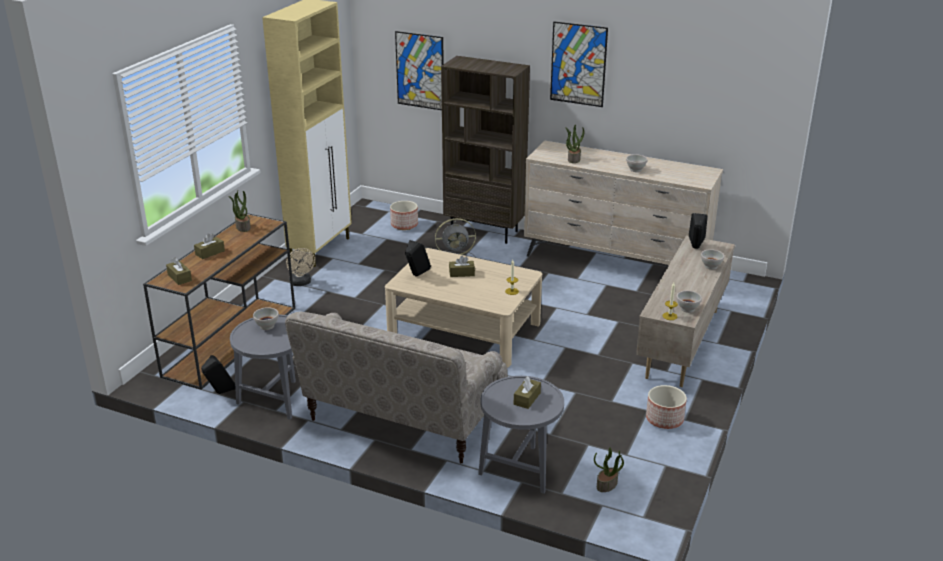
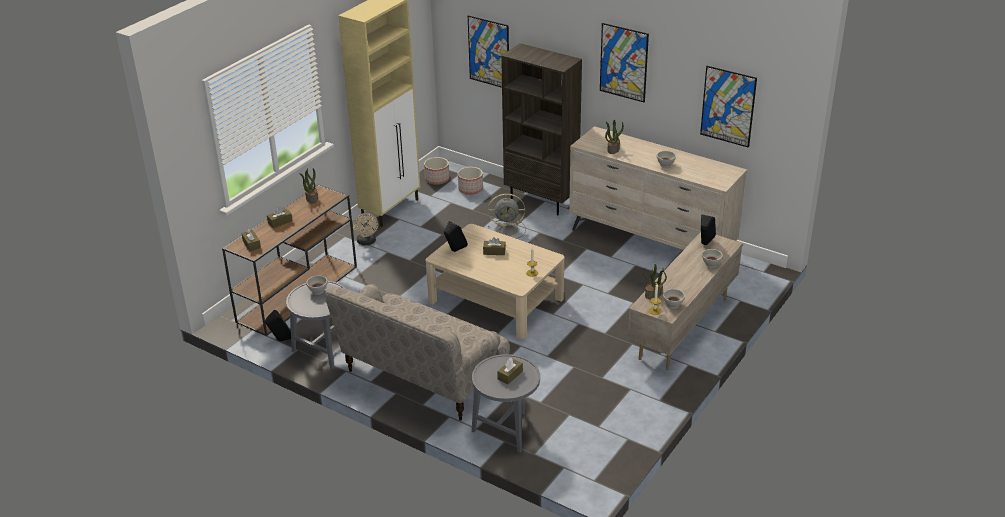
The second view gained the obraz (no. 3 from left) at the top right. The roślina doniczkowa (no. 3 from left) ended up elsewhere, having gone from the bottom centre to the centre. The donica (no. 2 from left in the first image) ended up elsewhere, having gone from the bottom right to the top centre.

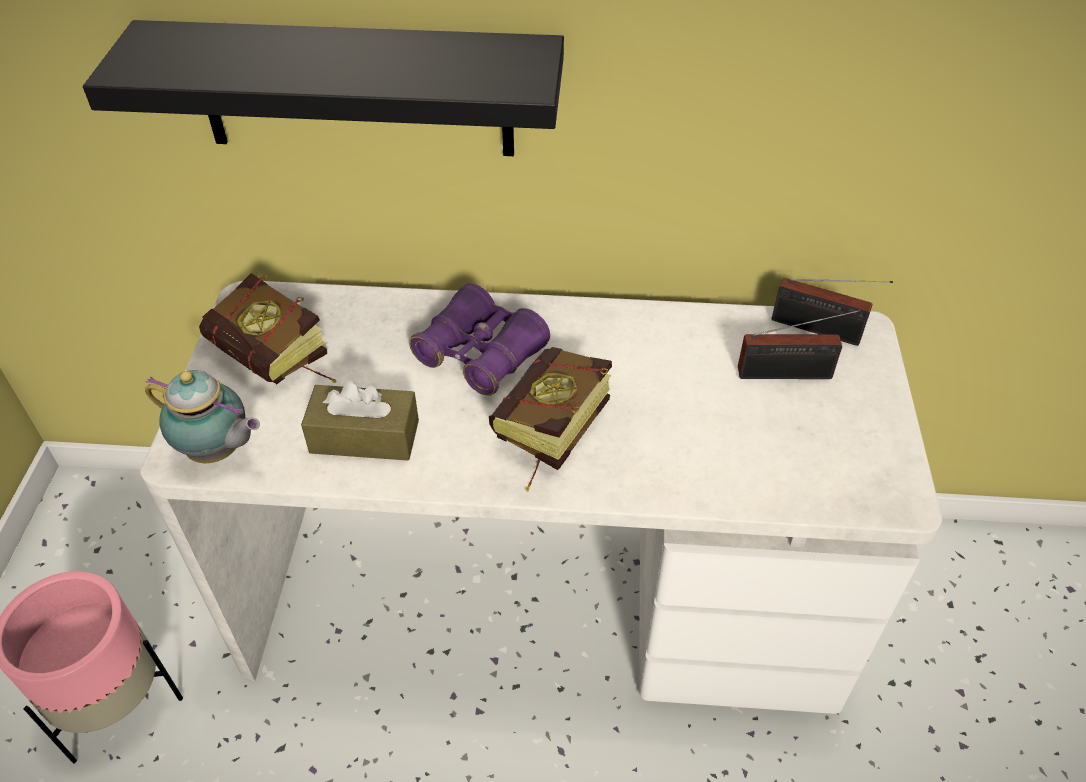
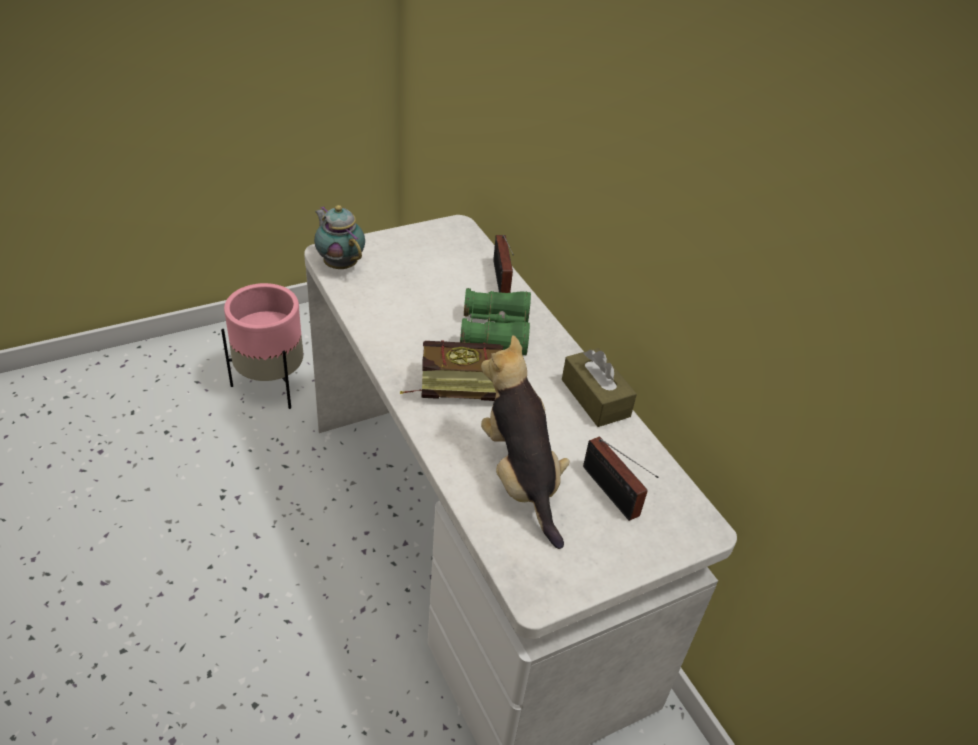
The second view lost the półka (czarny) at the top left. The second view lost the książka (no. 1 from left) at the middle left. The second view gained the pluszak at the centre. The pudełko chusteczek (brązowy) ended up elsewhere, having gone from the middle left to the centre. The radio (no. 2 from left in the first image) ended up elsewhere, having gone from the middle right to the centre. What was the lornetka (fioletowy) at the centre turned into the lornetka (zielony) at the centre. The imbryk at the middle left ended up facing another way, 150 degrees clockwise from before.

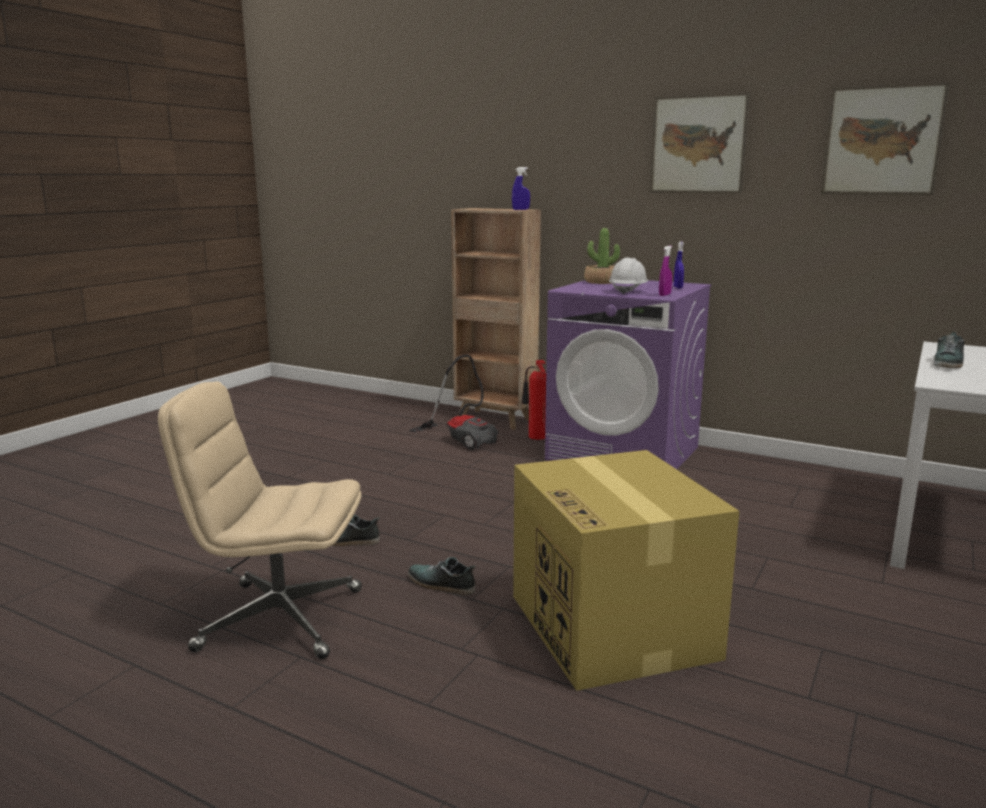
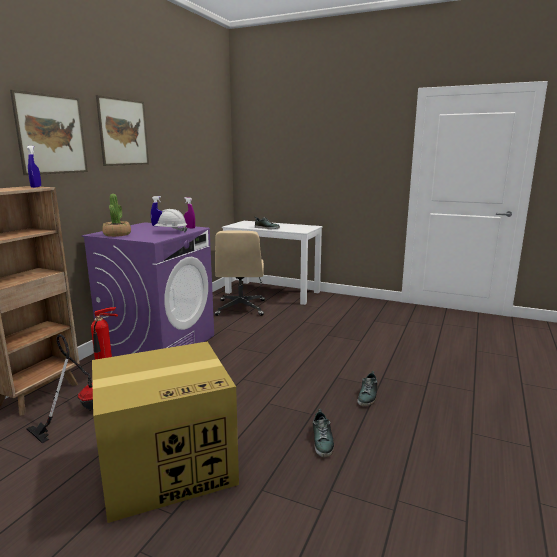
The krzesło biurowe (beżowy) ended up elsewhere, having gone from the middle left to the centre. The karton ended up elsewhere, having gone from the bottom centre to the bottom left. The obraz (no. 2 from left in the first image) ended up elsewhere, having gone from the top right to the top left.

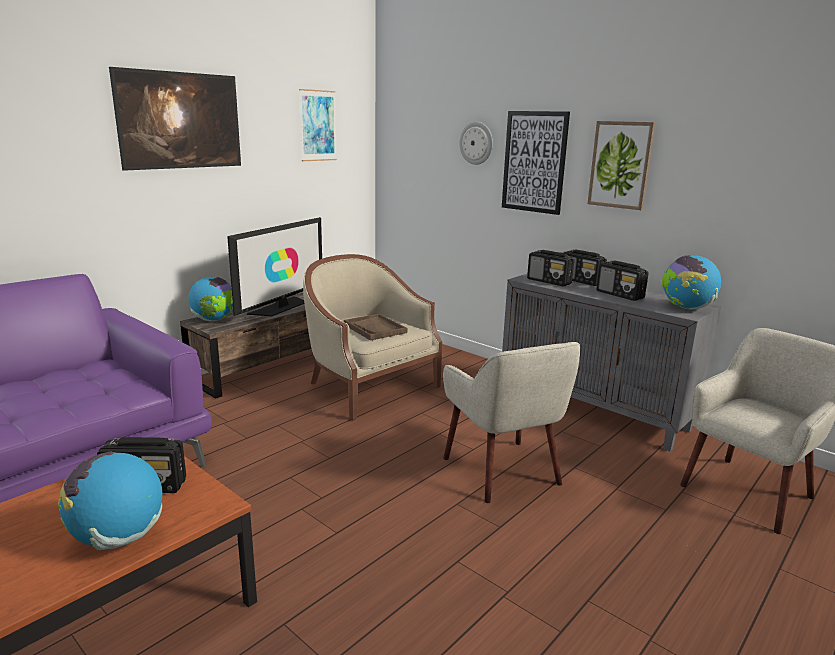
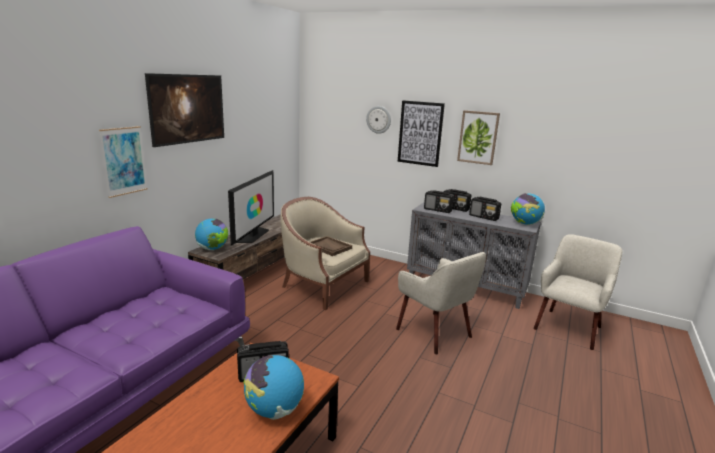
The obraz (no. 2 from left in the first image) ended up elsewhere, having gone from the top centre to the middle left.

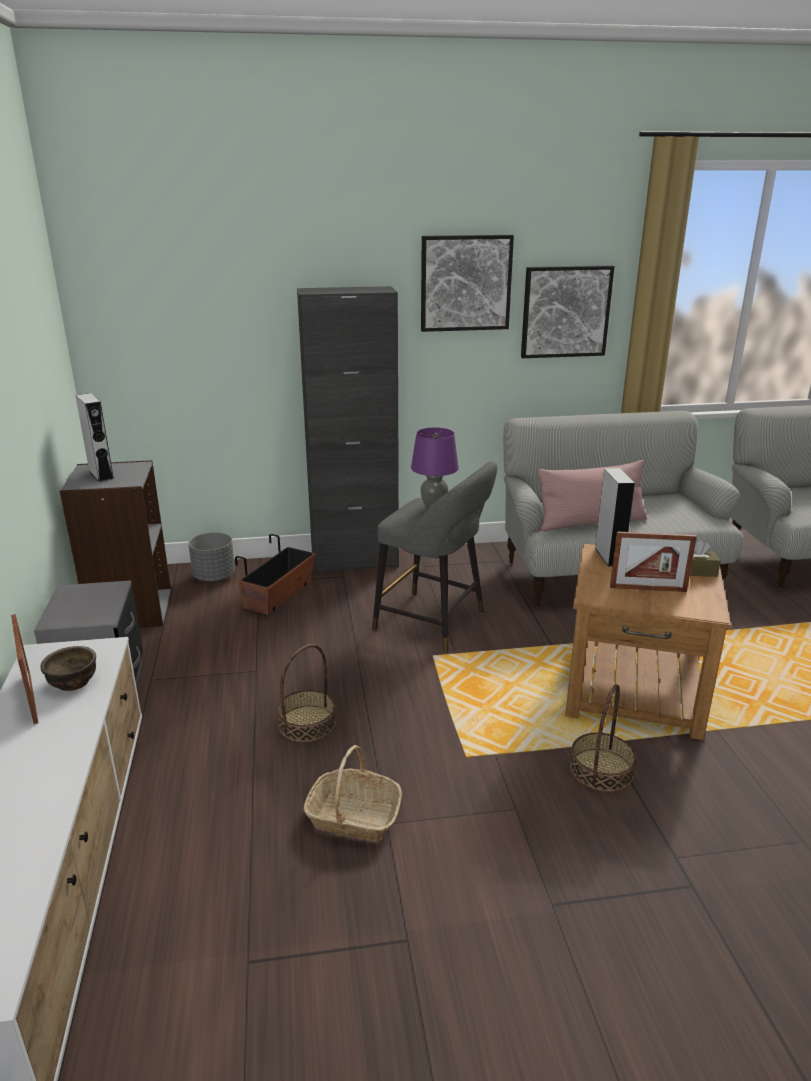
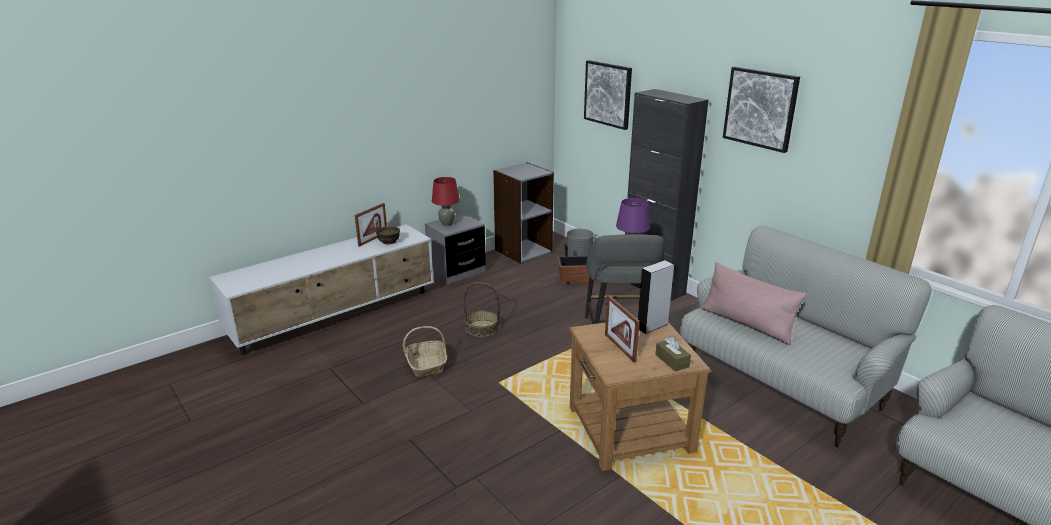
The second view lost the głośnik (szary) (no. 1 from left) at the middle left. The second view lost the koszyk (no. 3 from left) at the bottom right. The second view gained the lampa stołowa (czerwony) at the centre. The obraz (no. 2 from left in the first image) ended up elsewhere, having gone from the top right to the top centre.

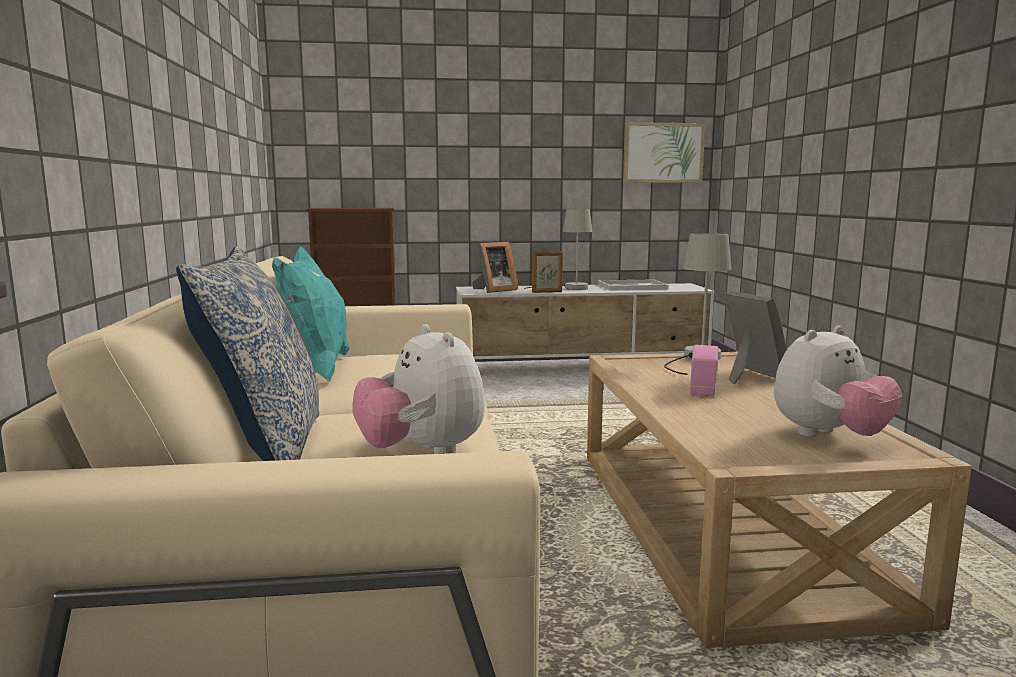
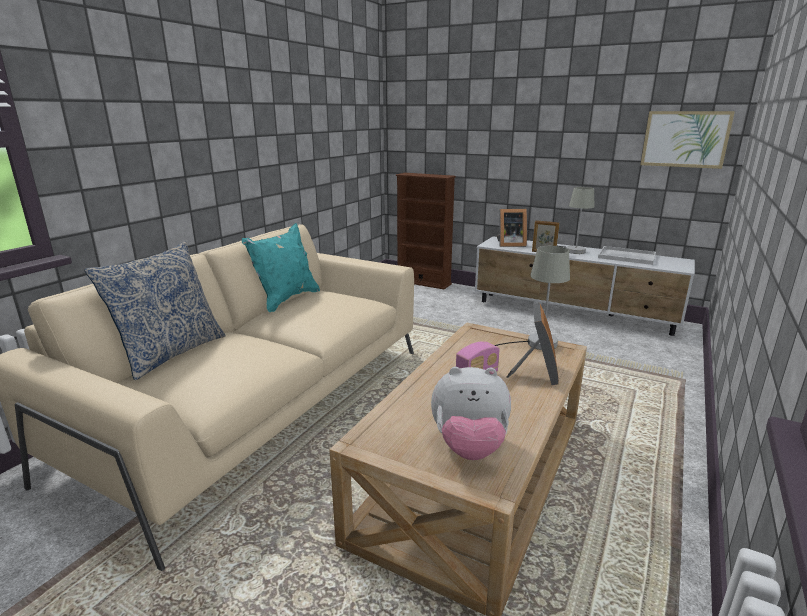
The second view lost the pluszak (no. 1 from left) at the centre.

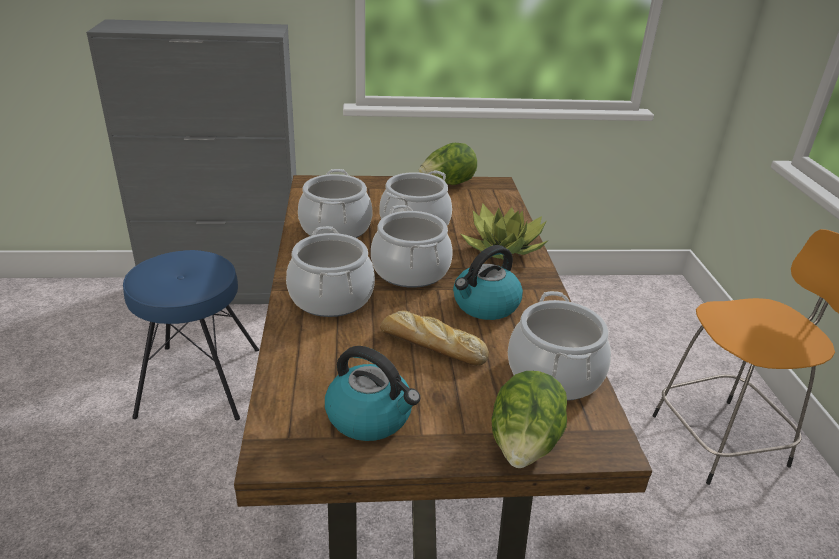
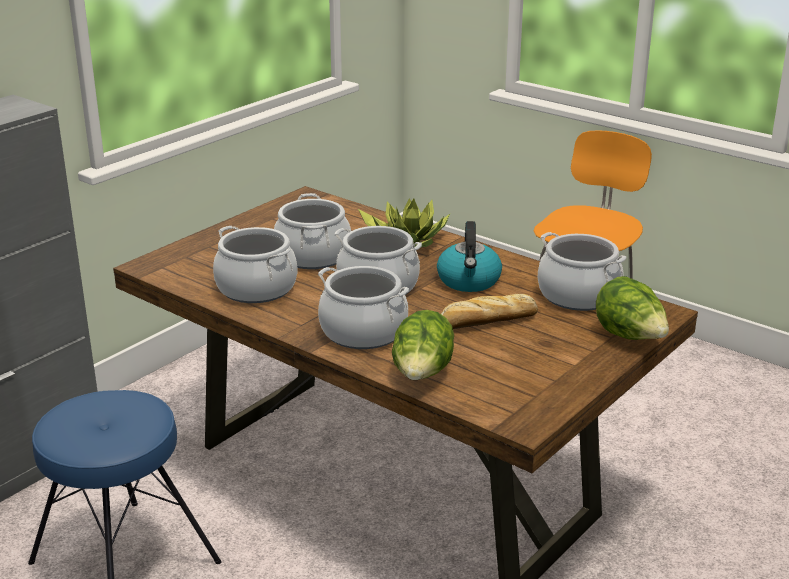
The second view lost the czajnik (no. 1 from left) at the bottom centre. The sałata (no. 1 from left) ended up elsewhere, having gone from the top centre to the centre.

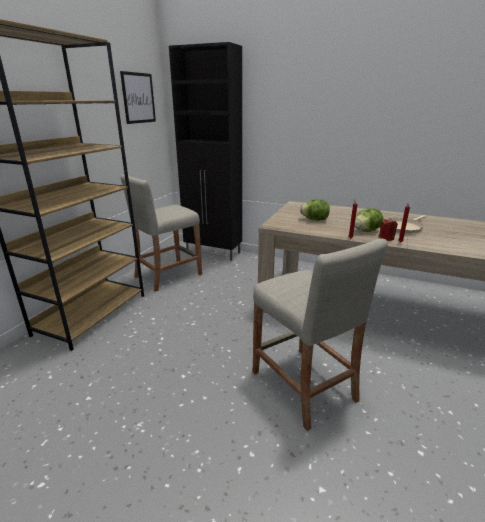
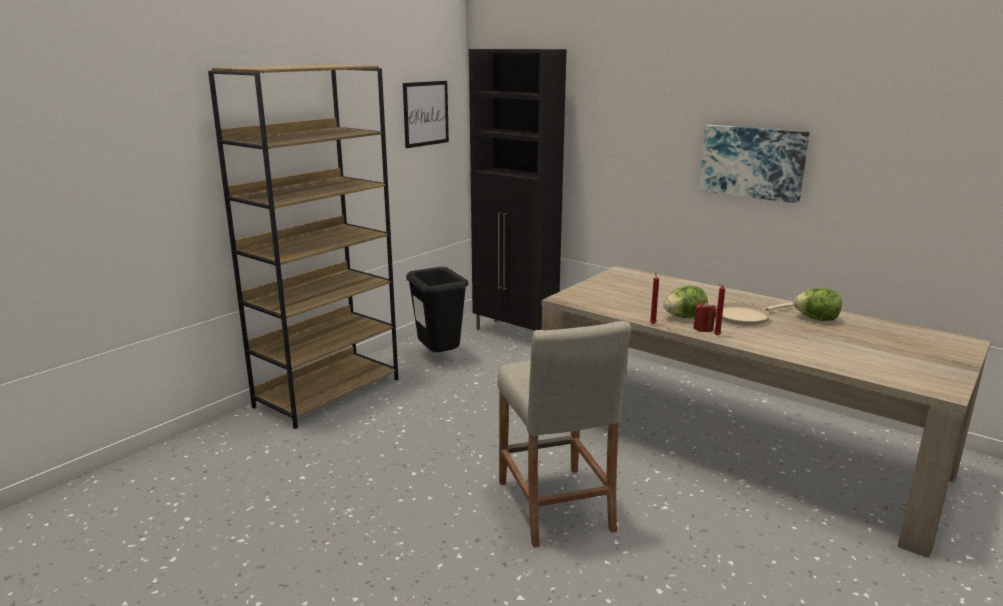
The second view gained the obraz (no. 2 from left) at the top right. The sałata (no. 1 from left in the first image) ended up elsewhere, having gone from the centre to the middle right. Where the stołek (beżowy) (no. 1 from left) stood at the middle left, the kosz na śmieci (czarny) came to stand at the centre.

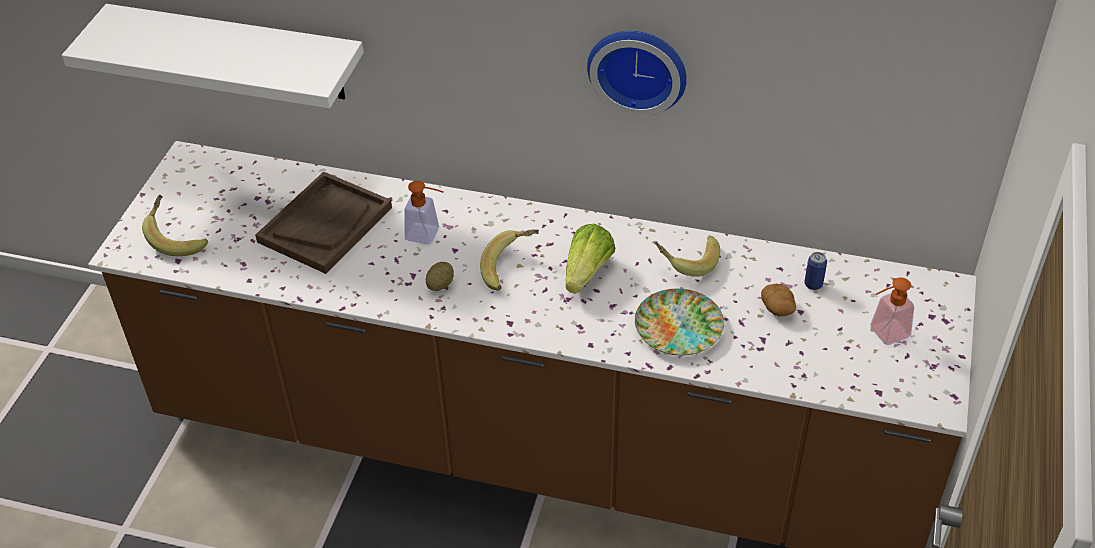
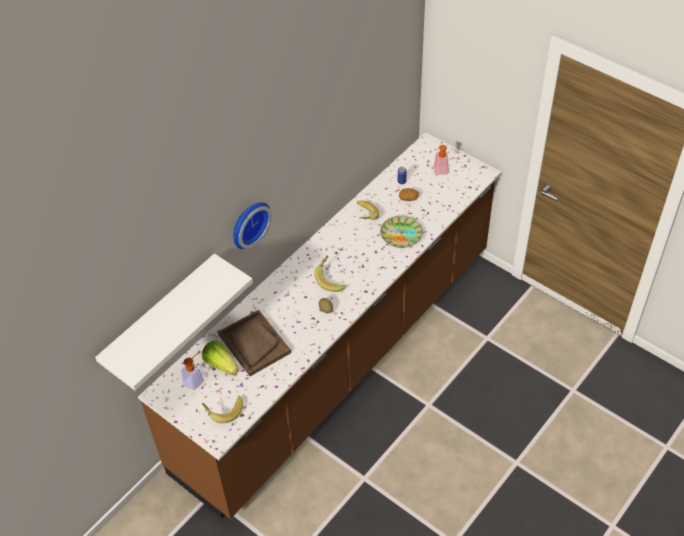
The dozownik mydła (no. 1 from left) ended up elsewhere, having gone from the centre to the bottom left. The sałata ended up elsewhere, having gone from the centre to the middle left. The zegar ścienny ended up elsewhere, having gone from the top centre to the centre.

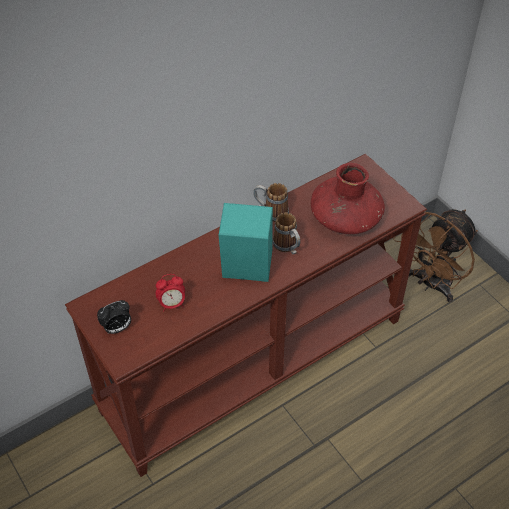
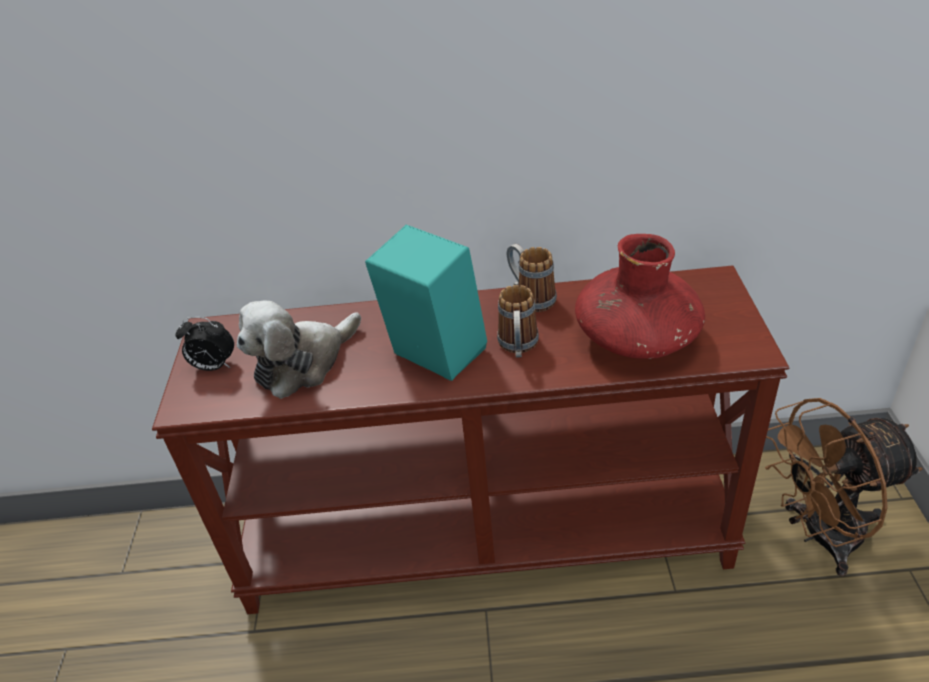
Where the budzik (no. 2 from left) stood at the centre, the pluszak came to stand at the middle left.

